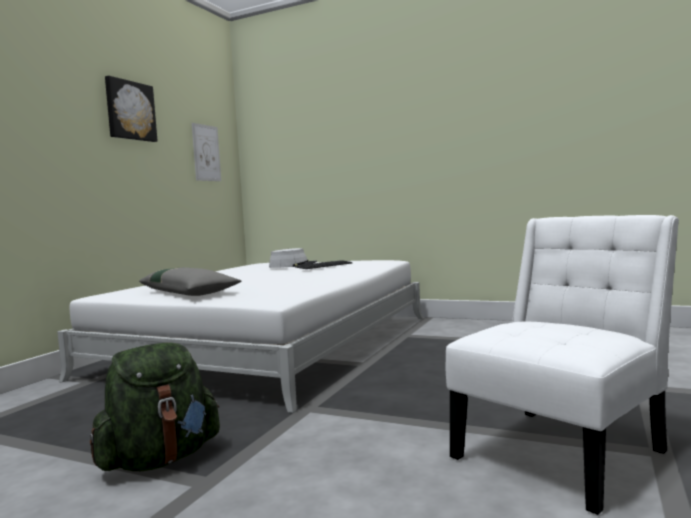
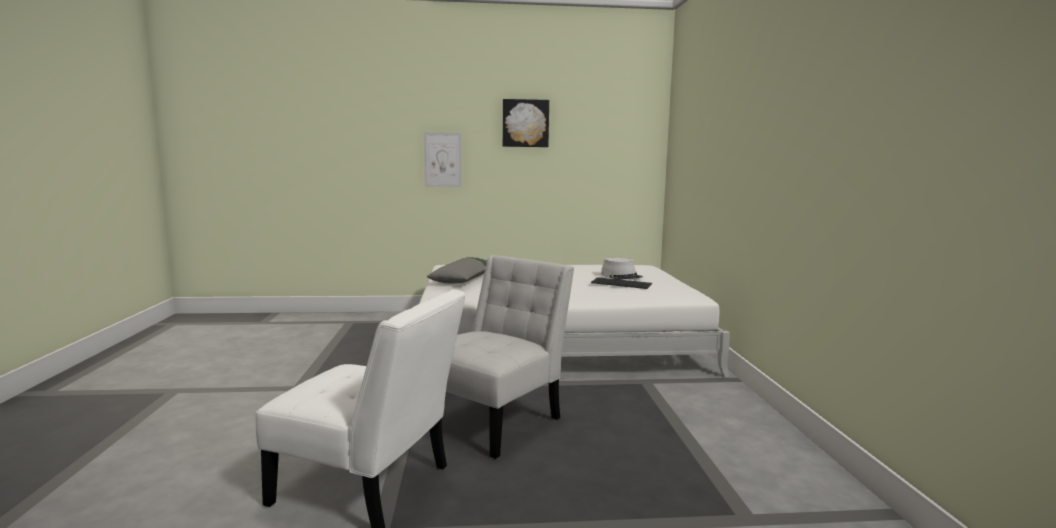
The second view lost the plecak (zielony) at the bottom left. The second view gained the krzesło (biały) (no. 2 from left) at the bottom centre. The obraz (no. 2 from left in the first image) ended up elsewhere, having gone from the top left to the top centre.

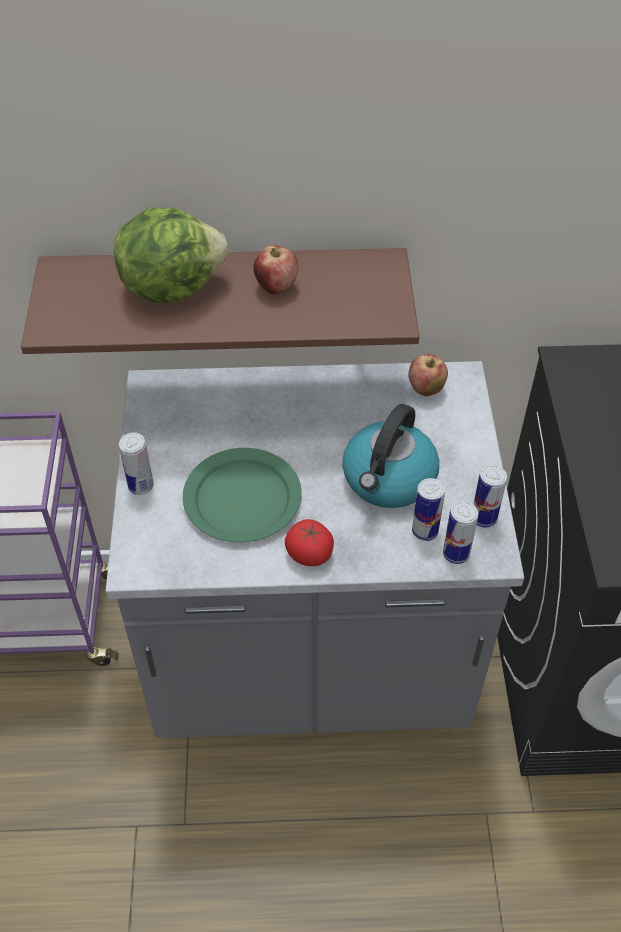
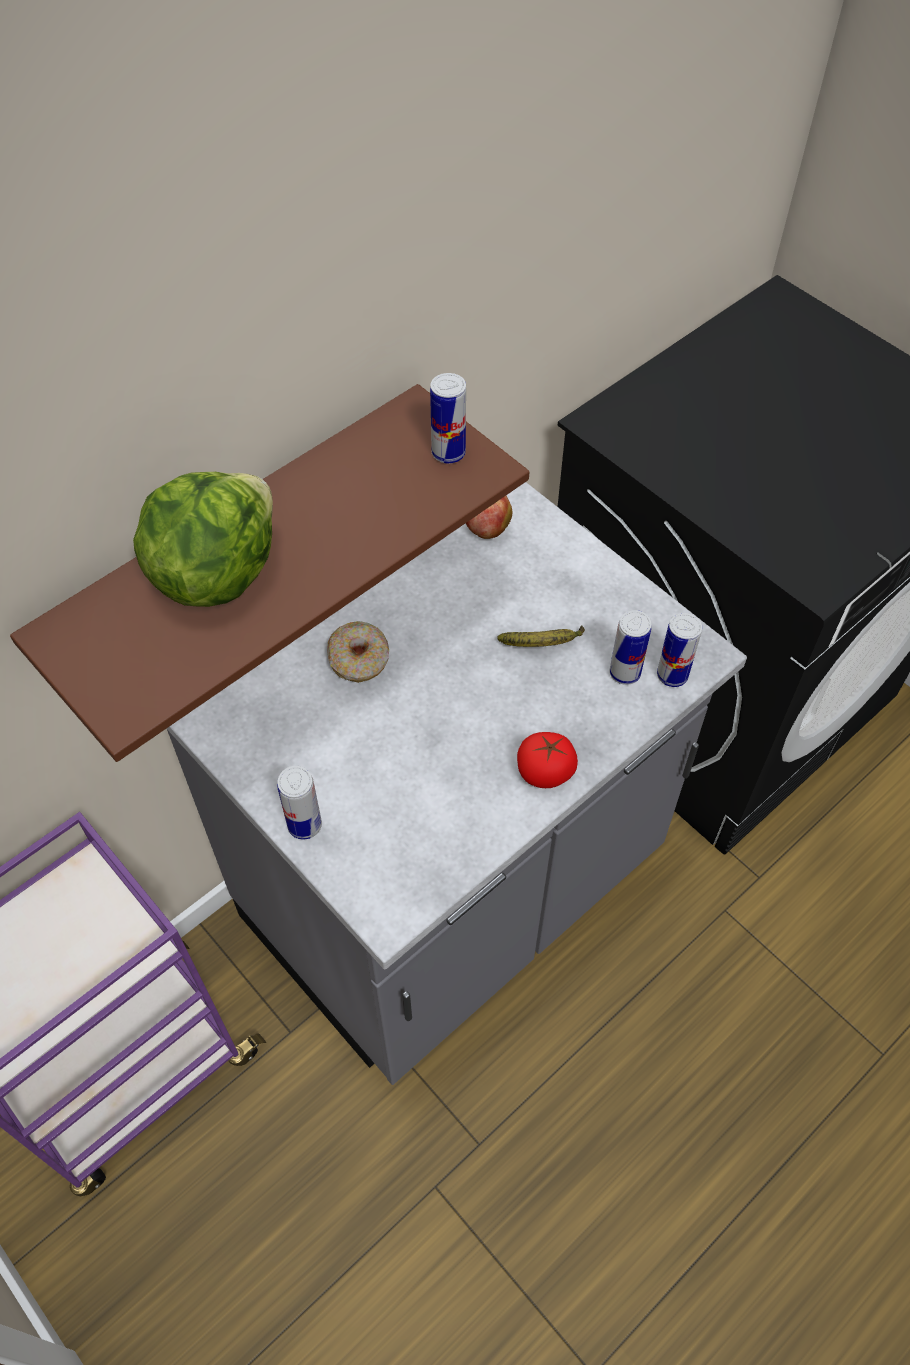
The second view lost the talerz (zielony) at the centre. The second view lost the jabłko (no. 1 from left) at the top centre. The second view gained the donut at the centre. The puszka (no. 4 from left in the first image) ended up elsewhere, having gone from the middle right to the top centre. Where the czajnik stood at the centre, the banan came to stand at the centre.

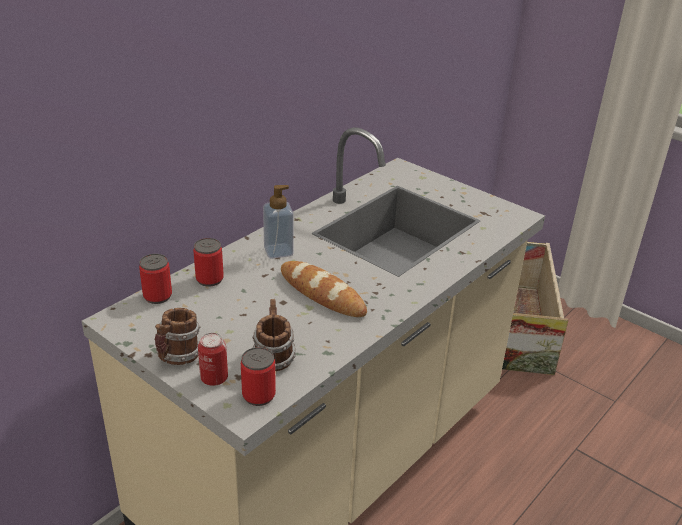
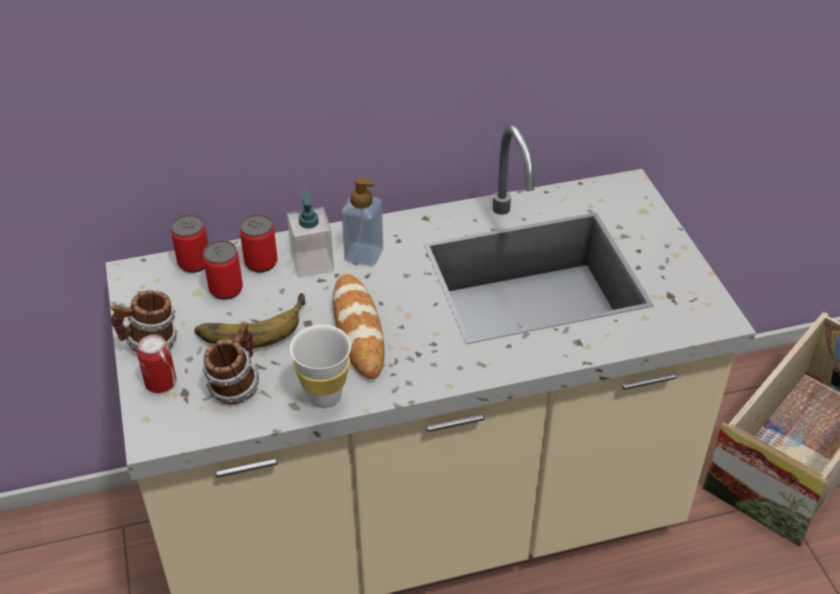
The second view gained the banan at the middle left. The second view gained the dozownik mydła (no. 1 from left) at the centre. The second view gained the filiżanka (biały) at the centre. The puszka (no. 4 from left in the first image) ended up elsewhere, having gone from the bottom centre to the middle left.

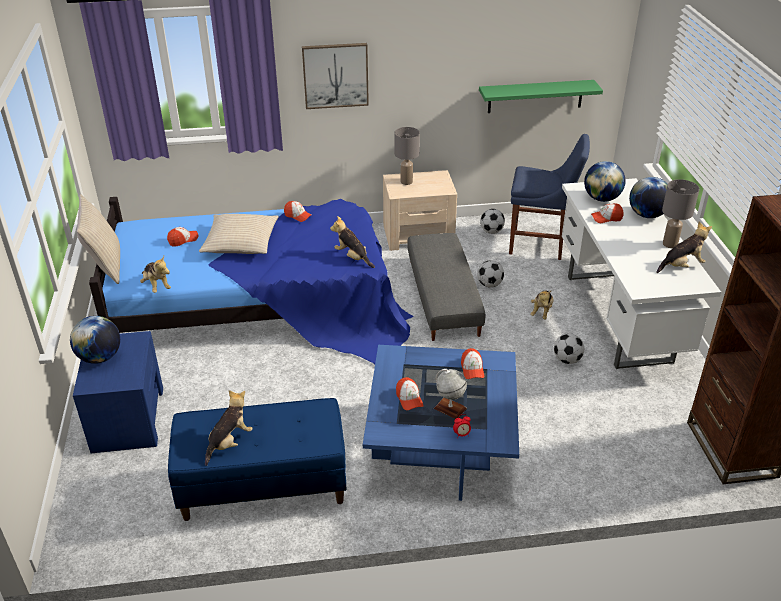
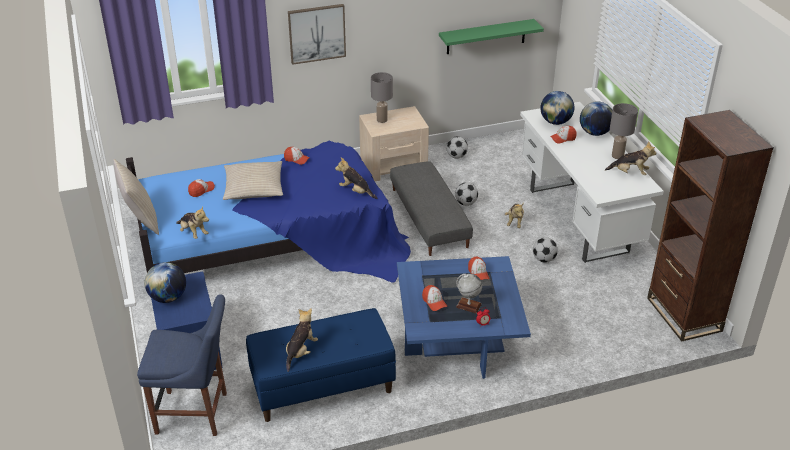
The krzesło (niebieski) ended up elsewhere, having gone from the top right to the bottom left. The pluszak (no. 5 from left) at the middle right ended up facing another way, 45 degrees clockwise from before.

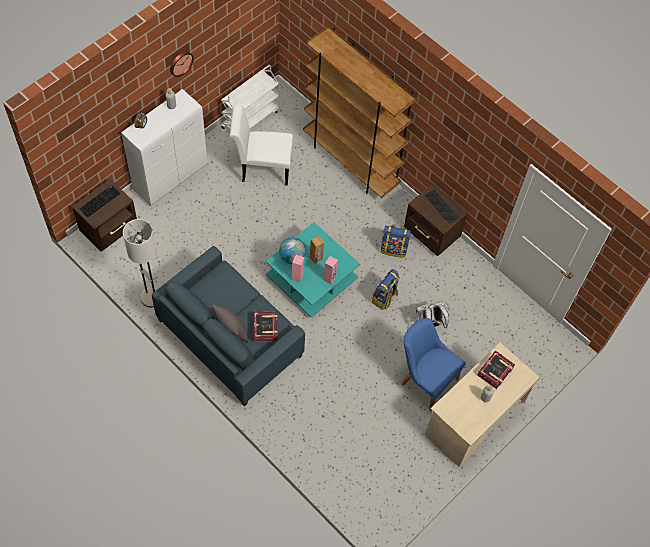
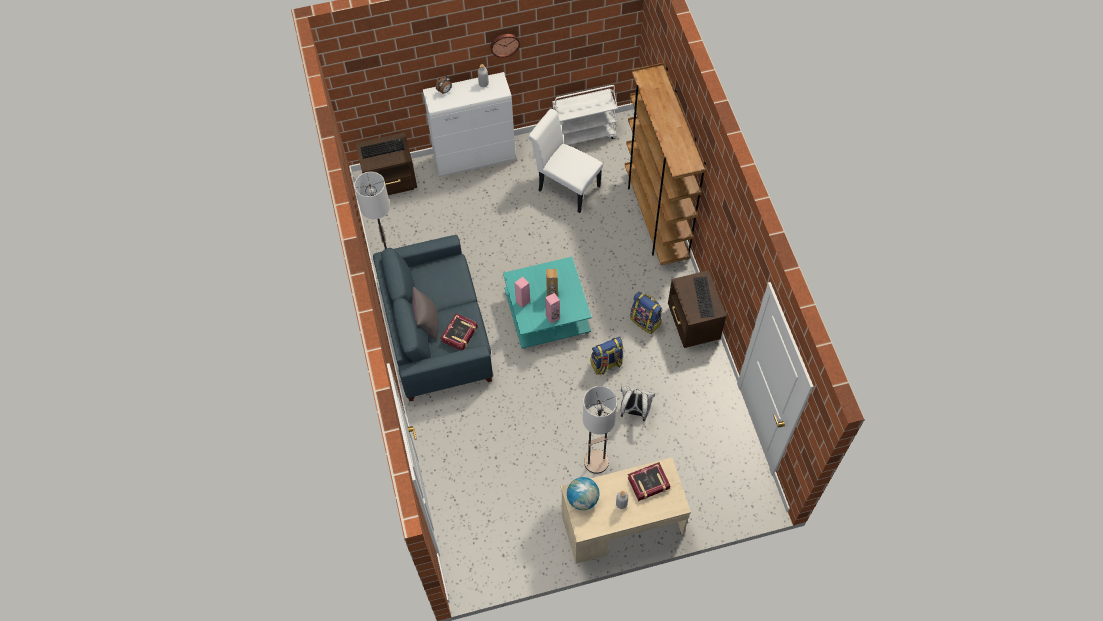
The globus ended up elsewhere, having gone from the centre to the bottom centre. Where the krzesło (niebieski) stood at the middle right, the lampa stojąca (no. 2 from left) came to stand at the bottom centre.

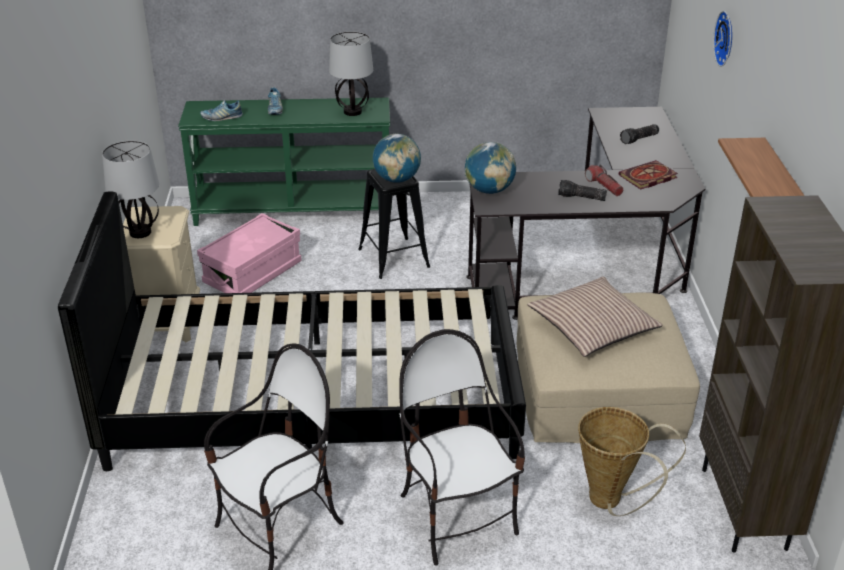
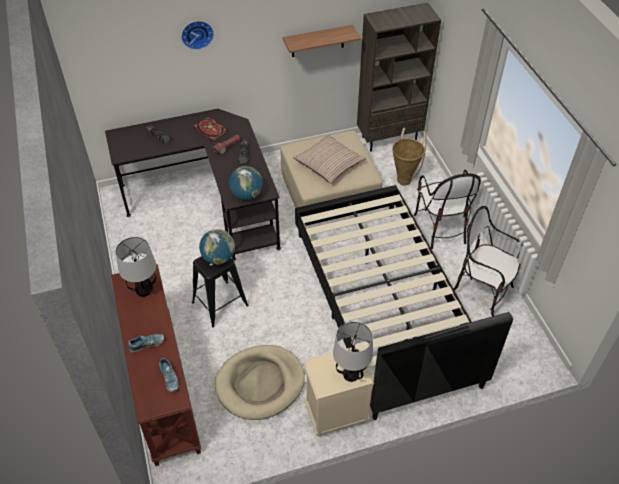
Where the pojemnik do przechowywania (różowy) stood at the middle left, the legowisko (beżowy) came to stand at the bottom centre. What was the stolik konsolowy (zielony) at the top centre turned into the stolik konsolowy (brązowy) at the bottom left. The krzesło (no. 2 from left in the first image) at the bottom centre ended up facing another way, 60 degrees counterclockwise from before.

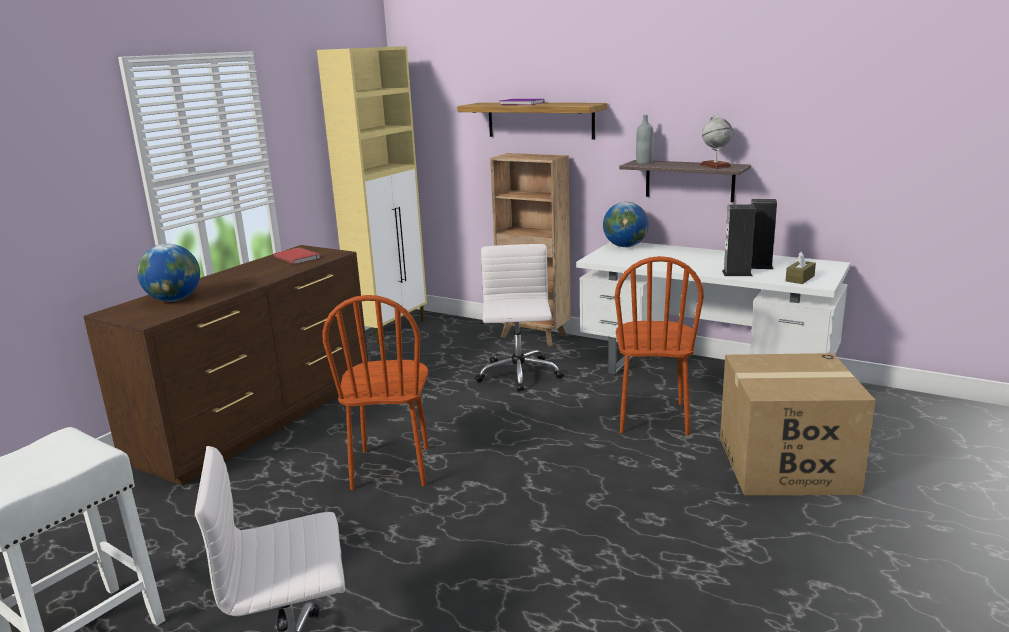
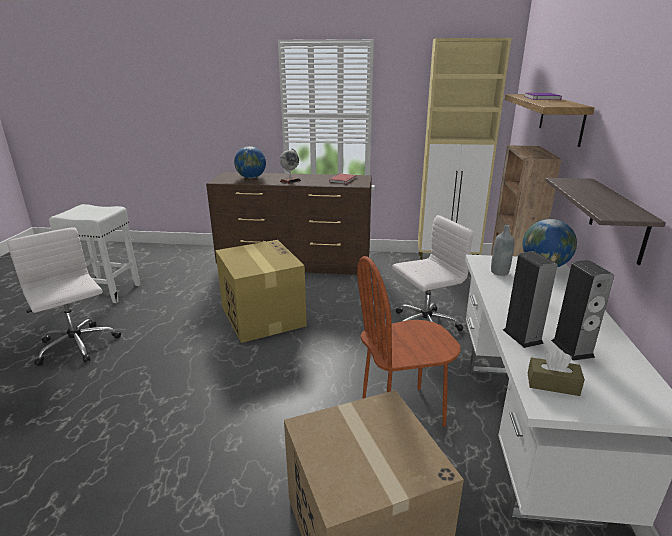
The butelka (szary) ended up elsewhere, having gone from the top centre to the middle right. The globus (no. 3 from left in the first image) ended up elsewhere, having gone from the top right to the top centre. Where the krzesło (brązowy) (no. 1 from left) stood at the centre, the karton (no. 1 from left) came to stand at the centre.

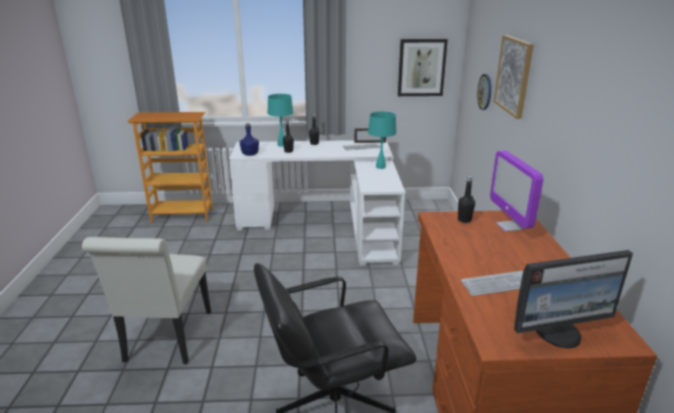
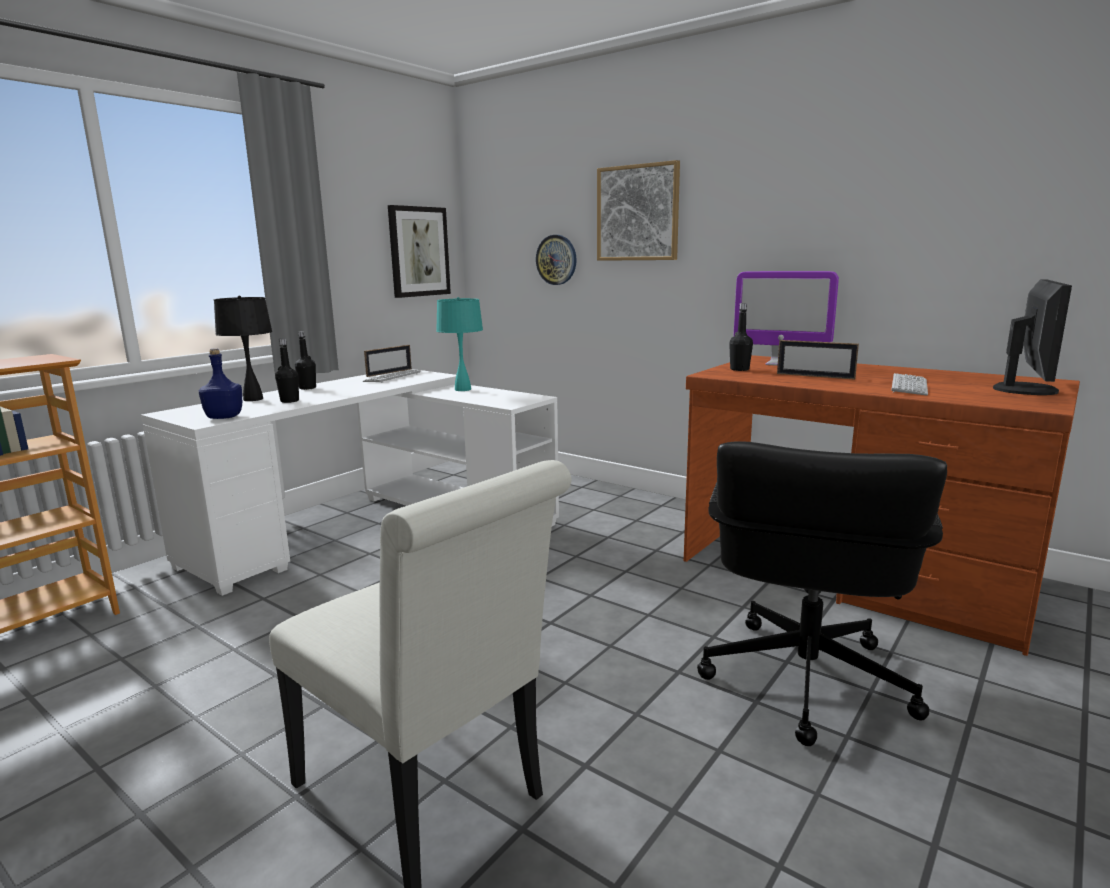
The second view gained the ramka na zdjęcie (no. 2 from left) at the middle right. What was the lampa stołowa (turkusowy) (no. 1 from left) at the top centre turned into the lampa stołowa (czarny) at the middle left.

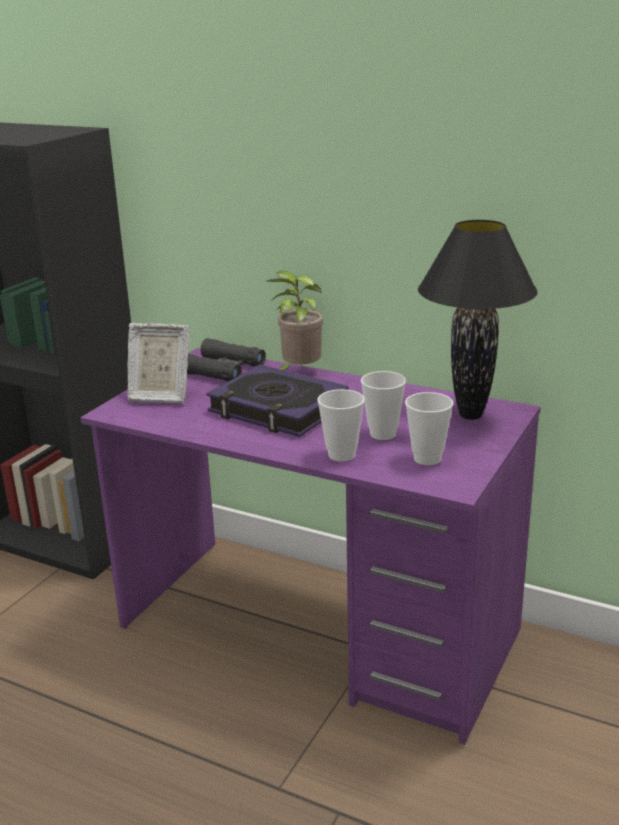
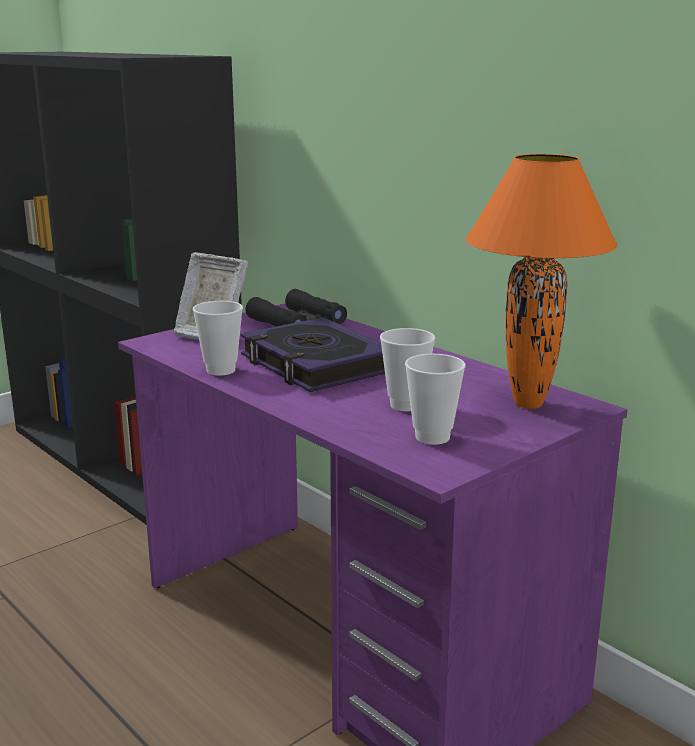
The second view lost the roślina doniczkowa at the centre. The filiżanka (no. 1 from left) ended up elsewhere, having gone from the centre to the middle left. What was the lampa stołowa (czarny) at the middle right turned into the lampa stołowa (pomarańczowy) at the middle right.

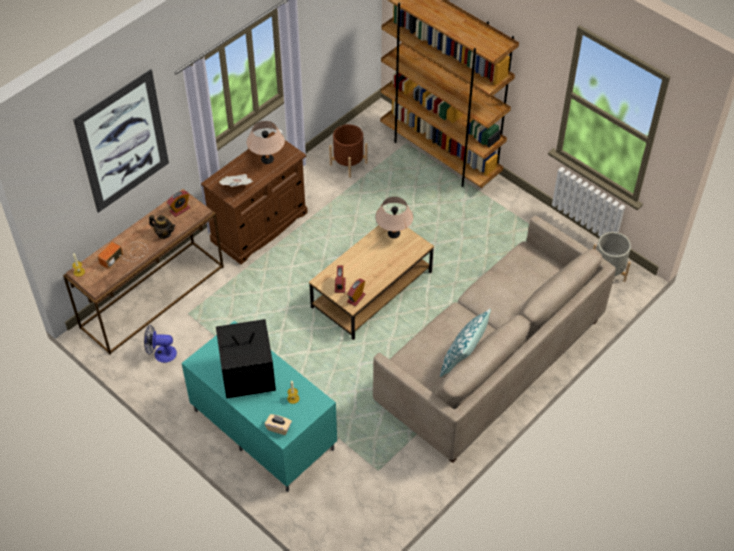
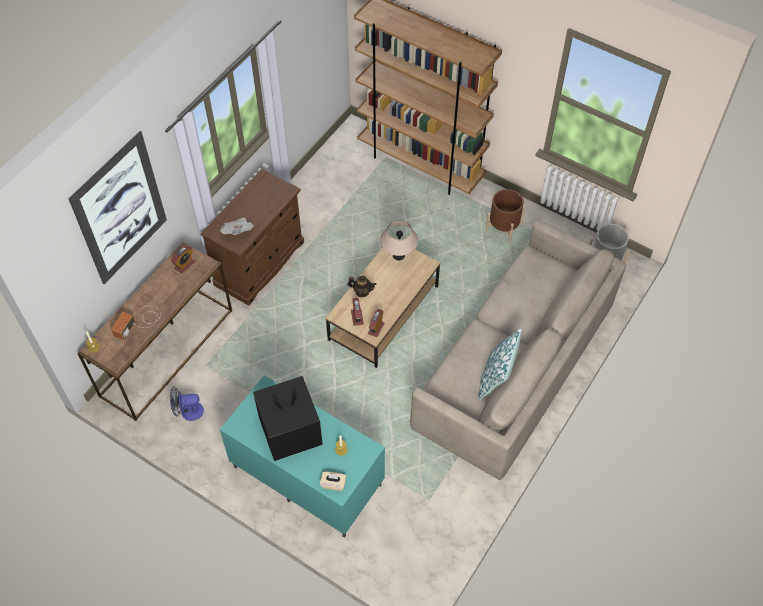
The second view lost the lampa stołowa (beżowy) (no. 1 from left) at the top centre. The imbryk ended up elsewhere, having gone from the middle left to the centre. The donica (brązowy) ended up elsewhere, having gone from the top centre to the centre.

